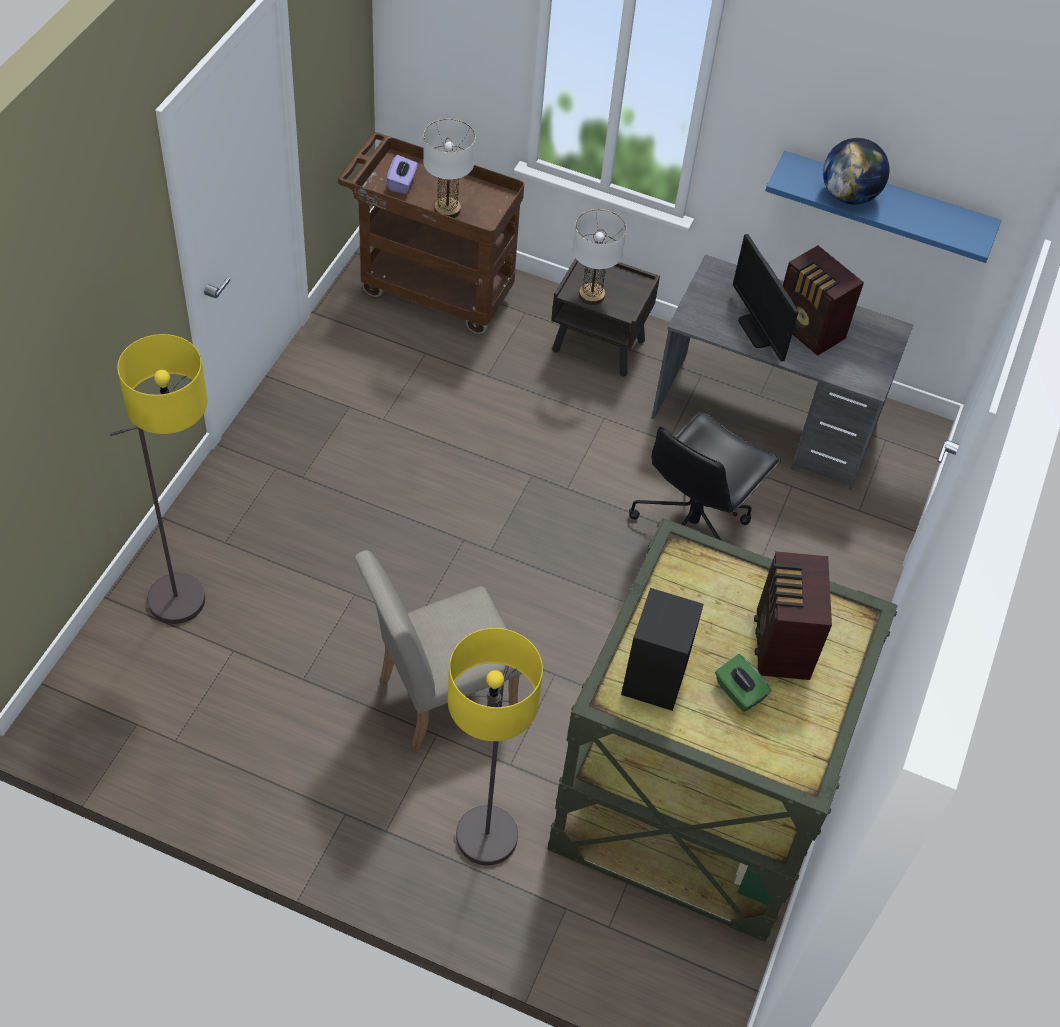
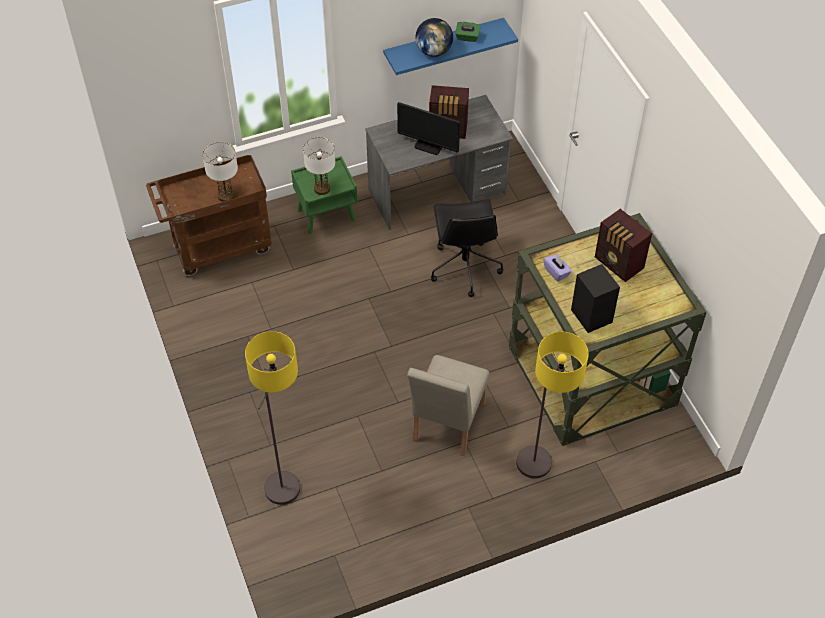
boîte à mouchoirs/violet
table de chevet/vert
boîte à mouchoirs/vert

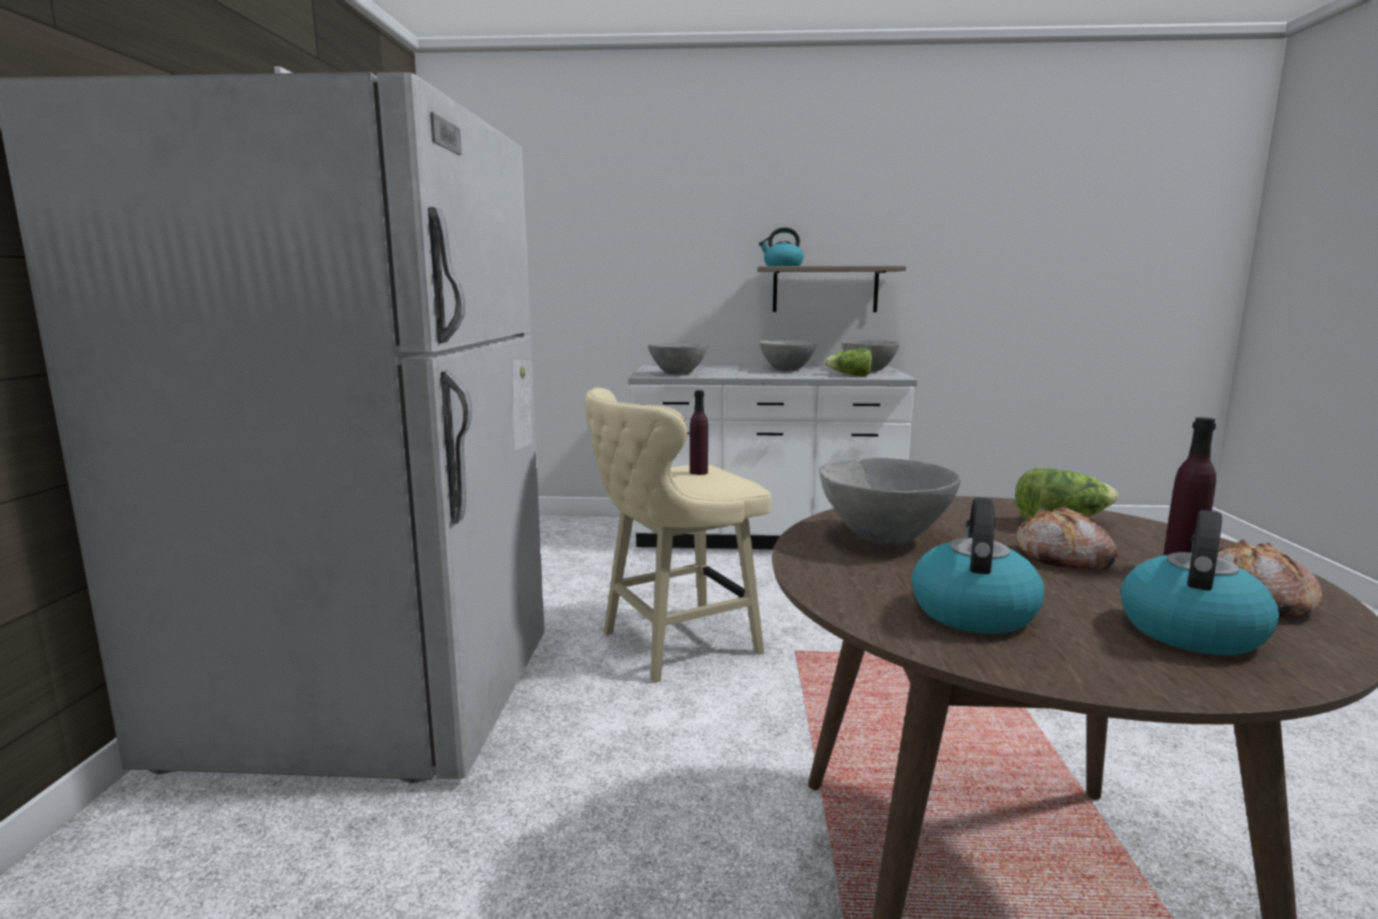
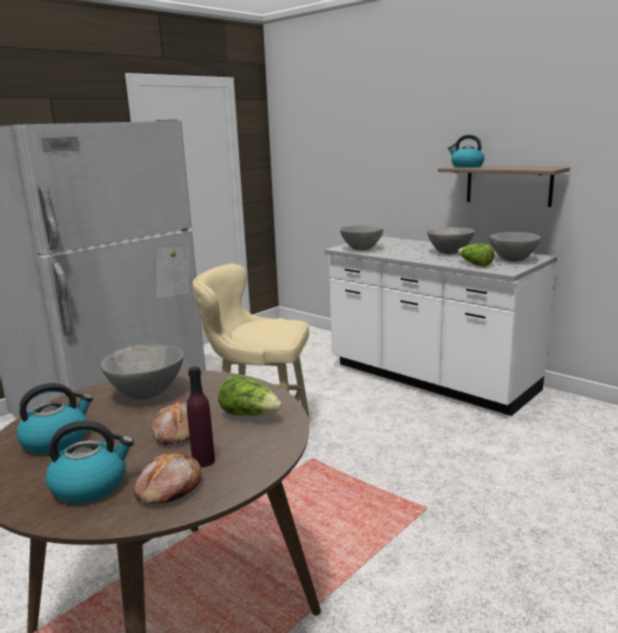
bouteille/violet (1st from left in the first image)

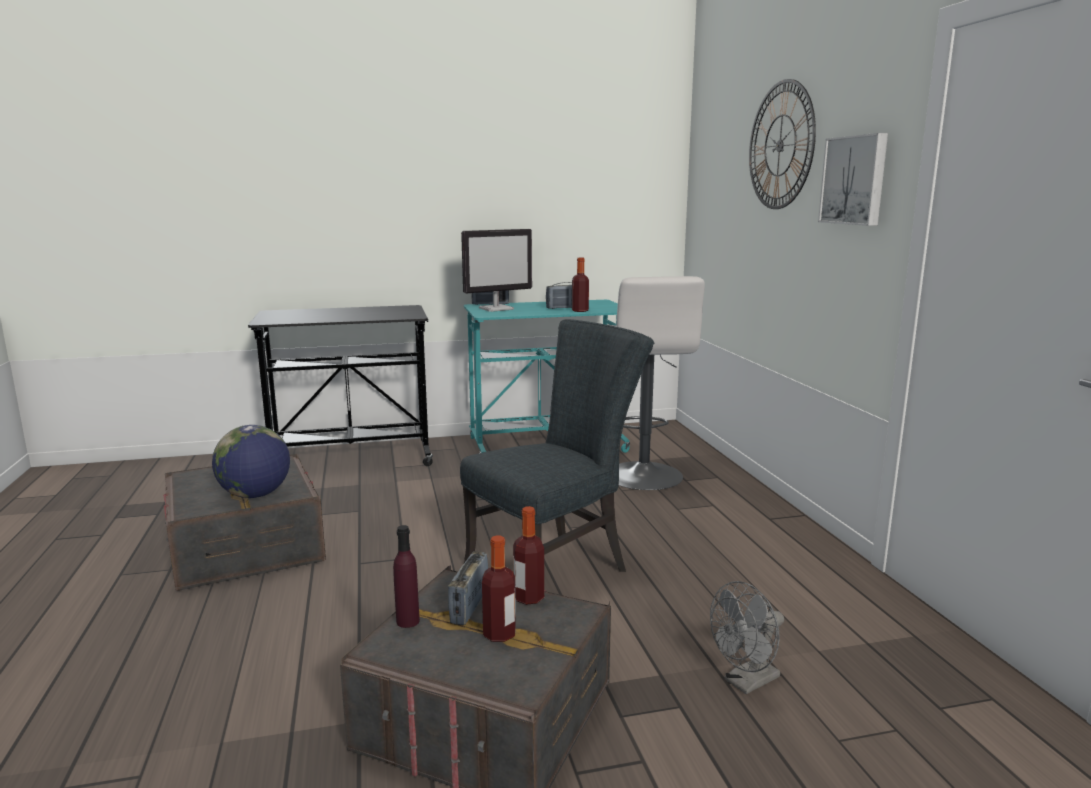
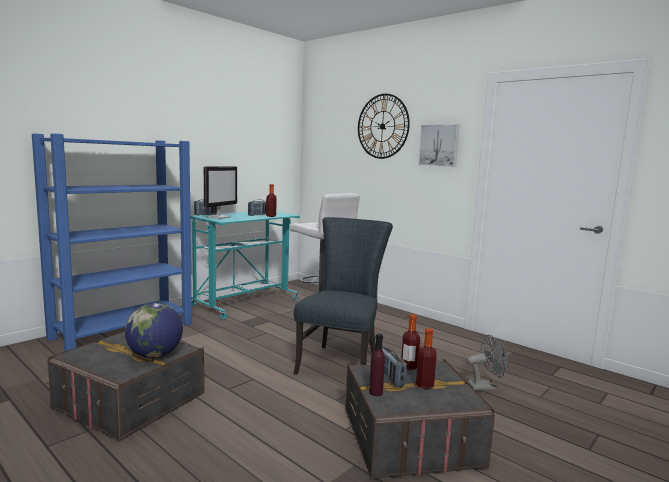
bibliothèque/bleu
ventilateur/gris

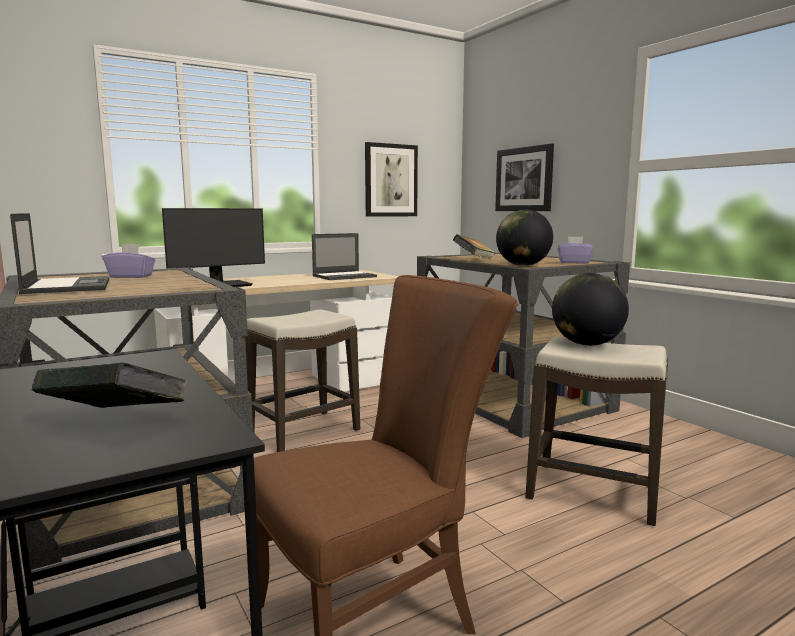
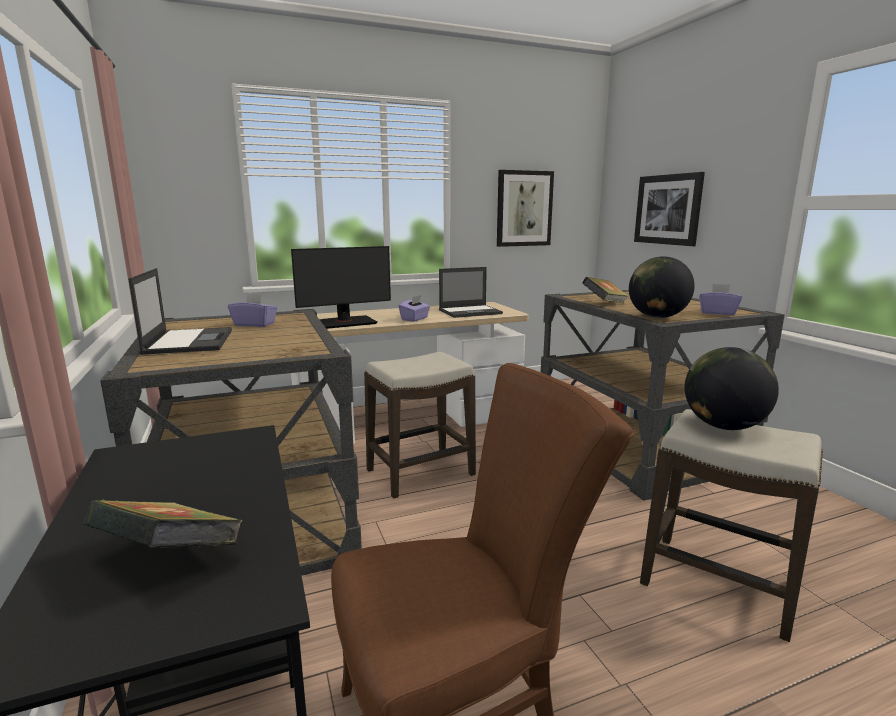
boîte à mouchoirs/violet (2nd from left)

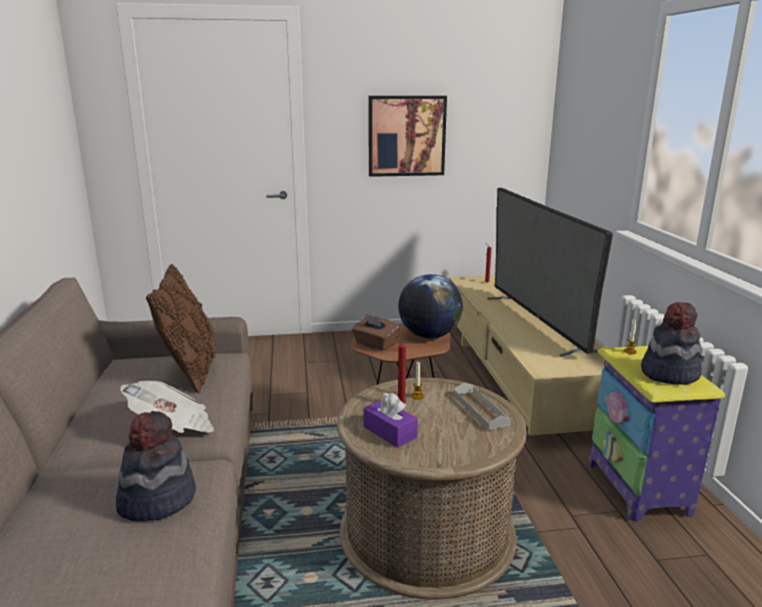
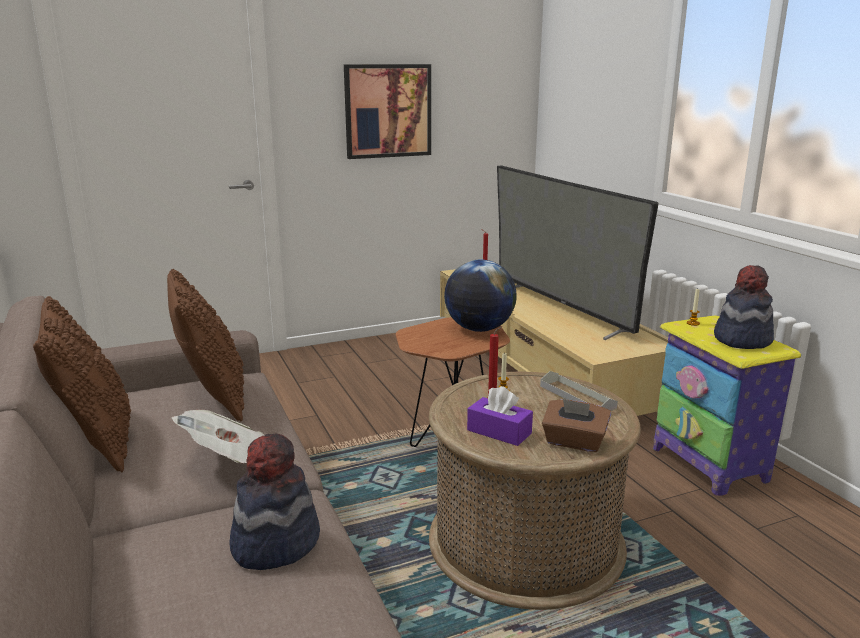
boîte à mouchoirs/marron
coussin/marron (1st from left)

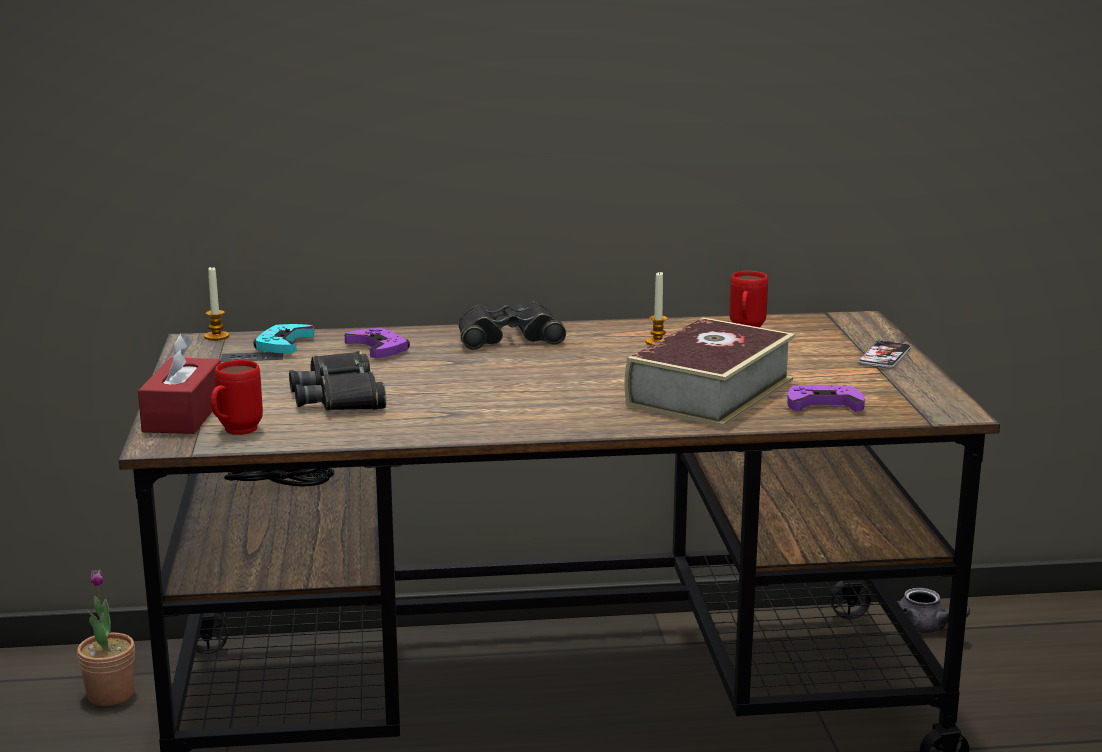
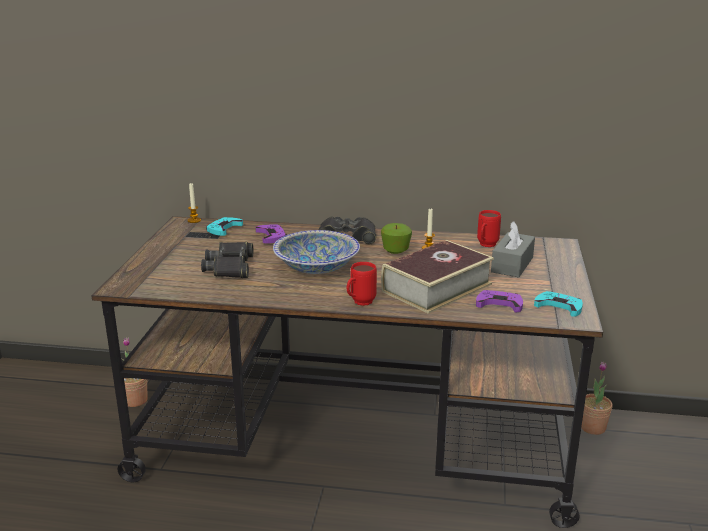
boîte à mouchoirs/rouge
téléphone
mug/rouge (1st from left)
plante en pot (2nd from left)
boîte à mouchoirs/gris
pomme
bol
manette/turquoise (2nd from left)

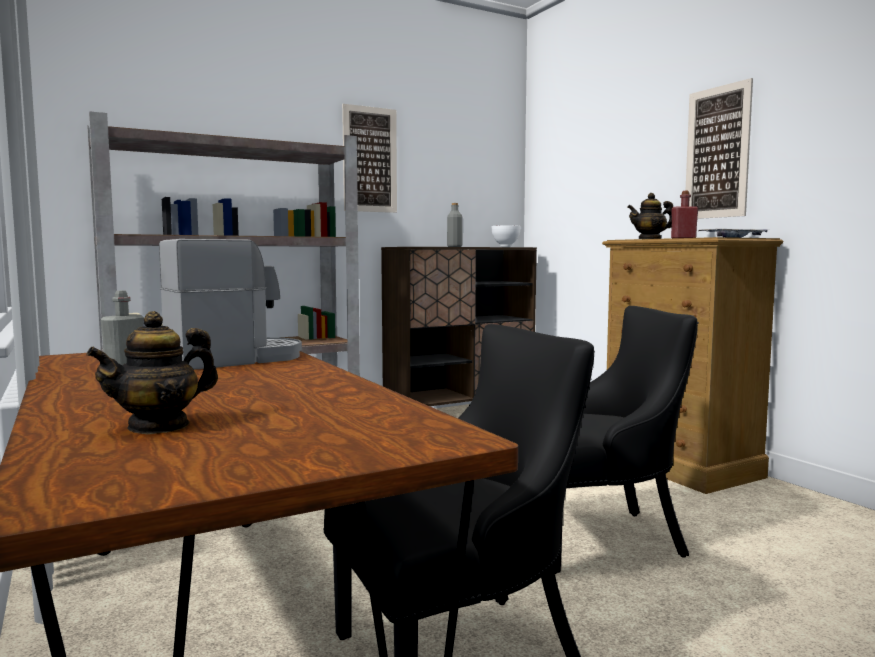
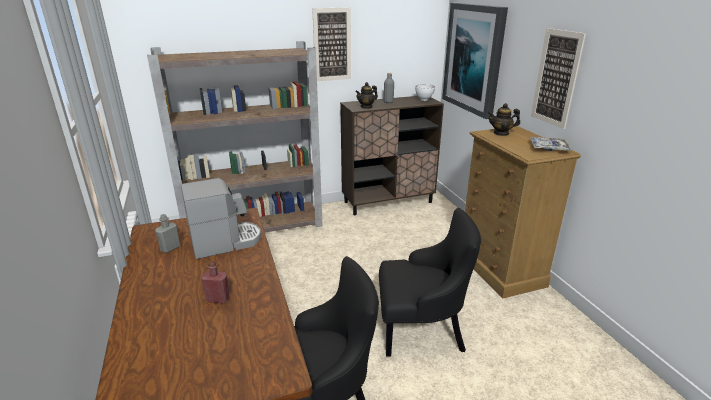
bouteille/rouge
théière (1st from left)
tableau (2nd from left)

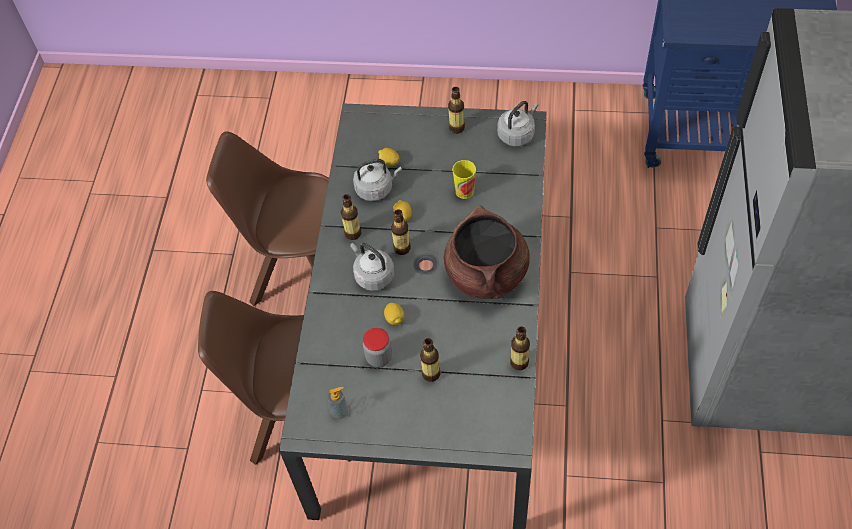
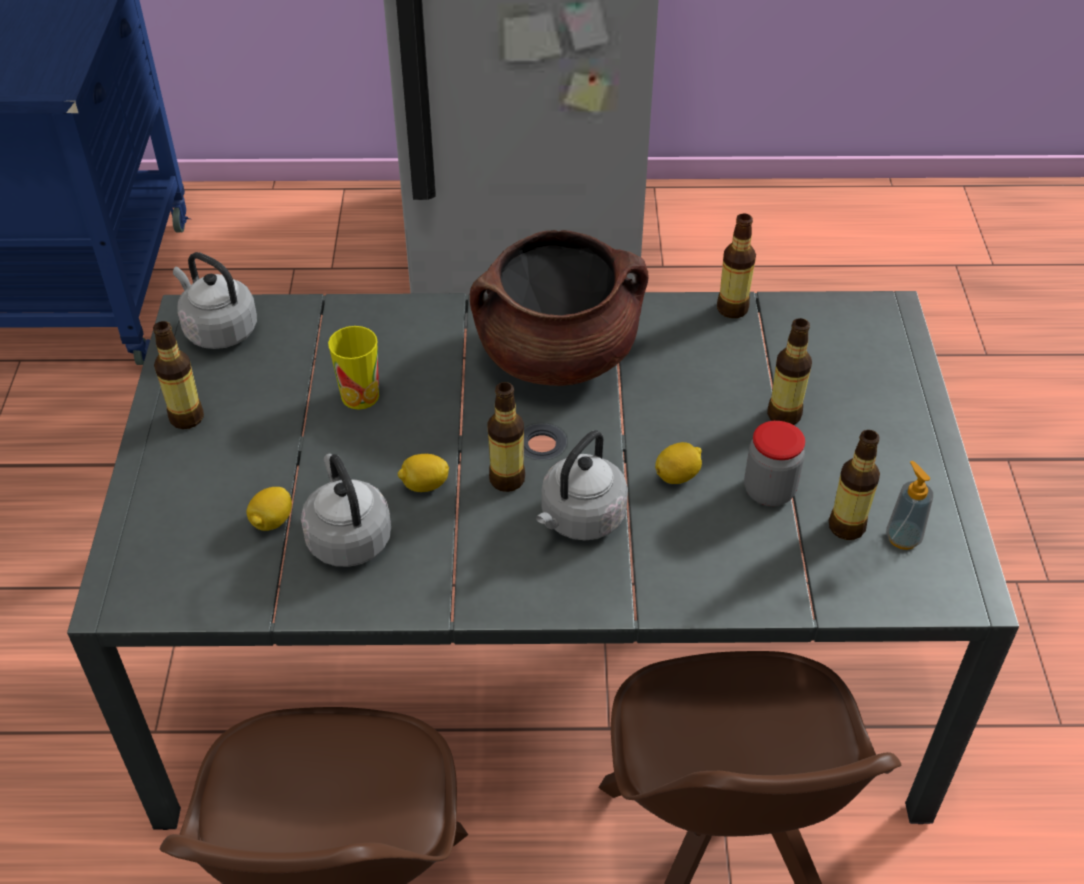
bouteille (5th from left)

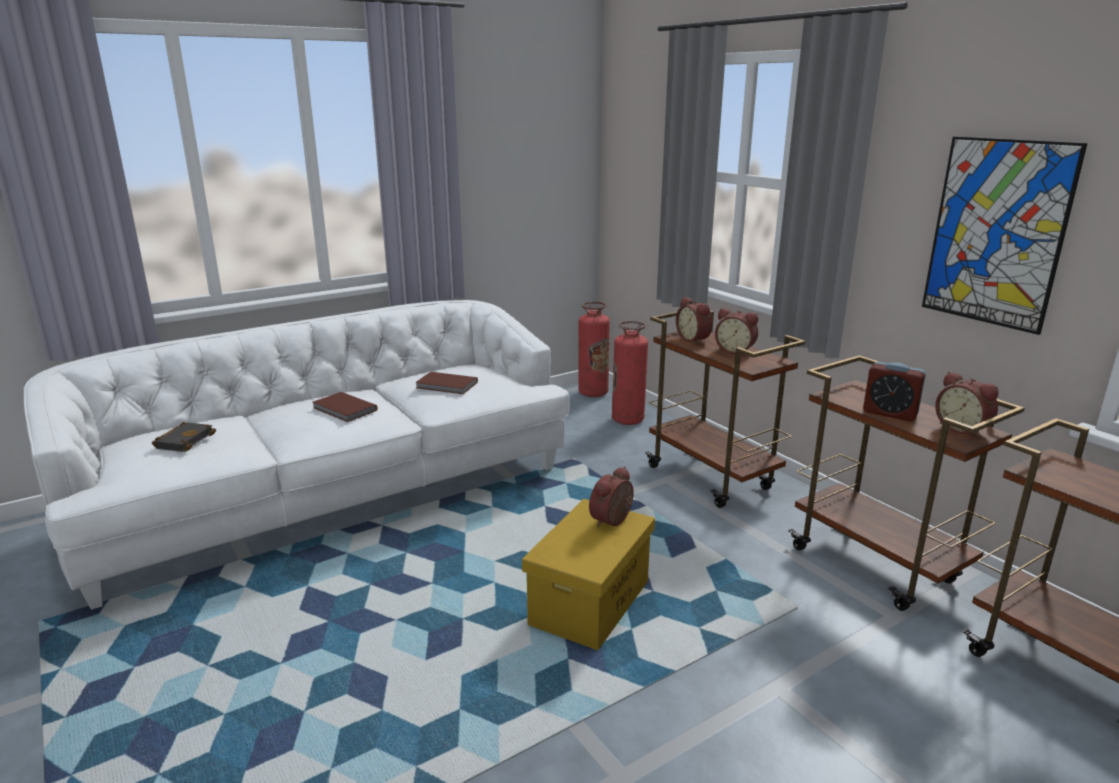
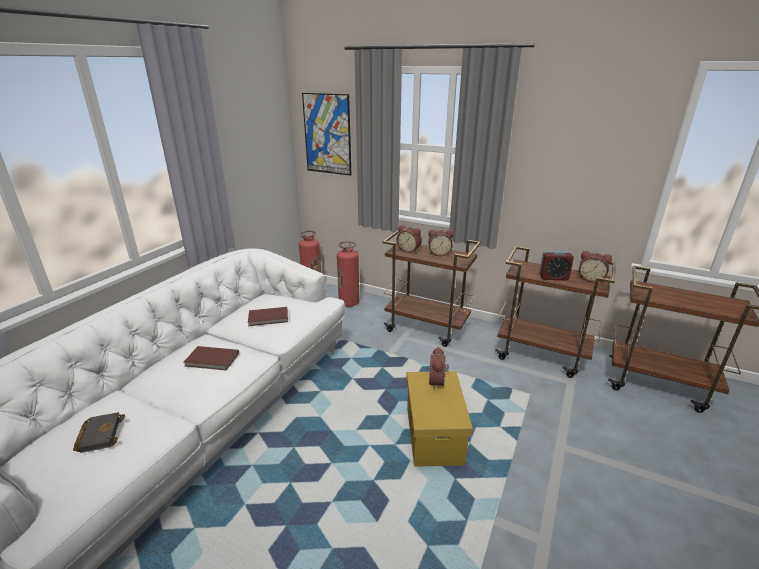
tableau

